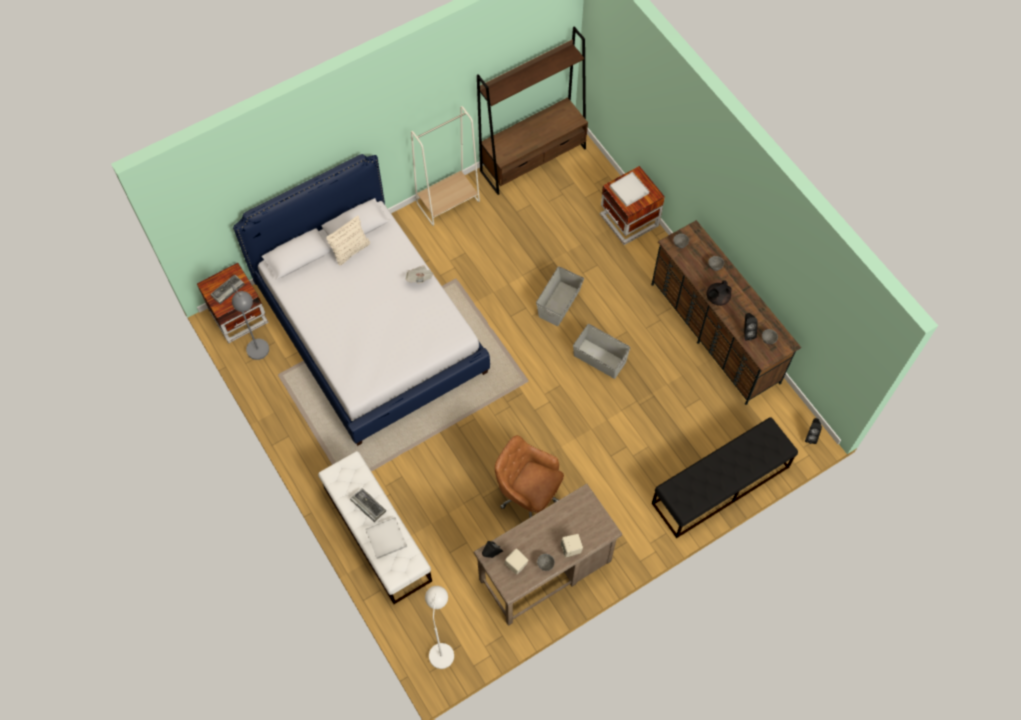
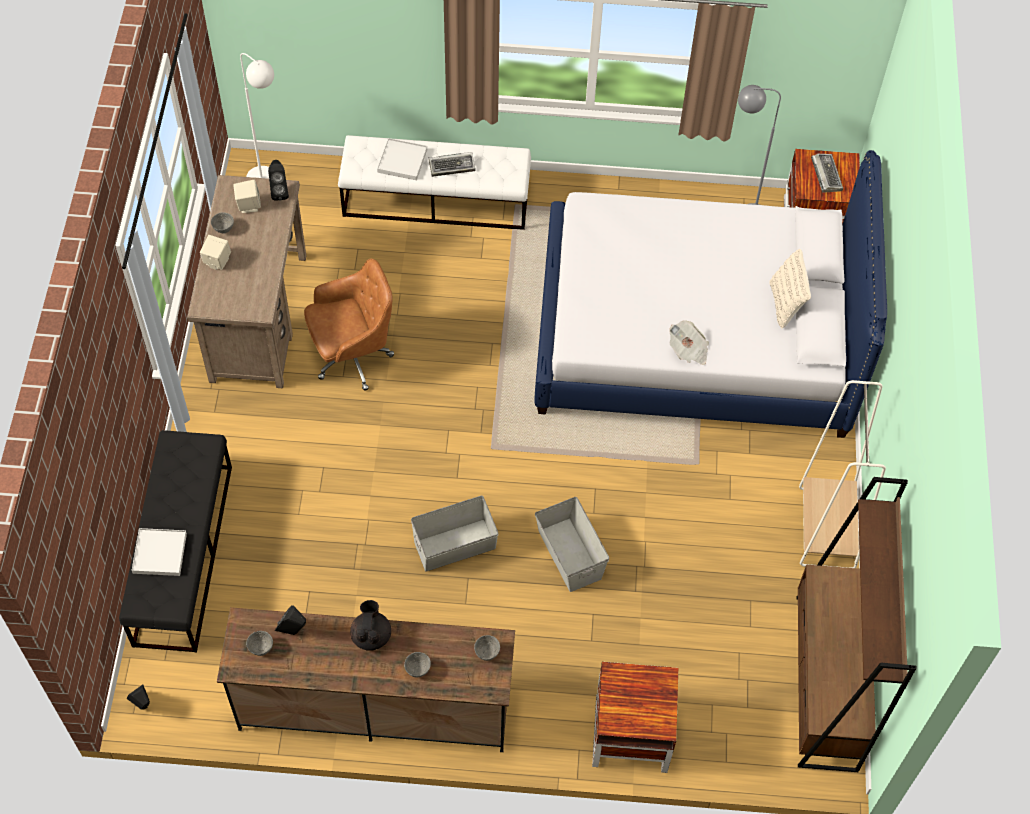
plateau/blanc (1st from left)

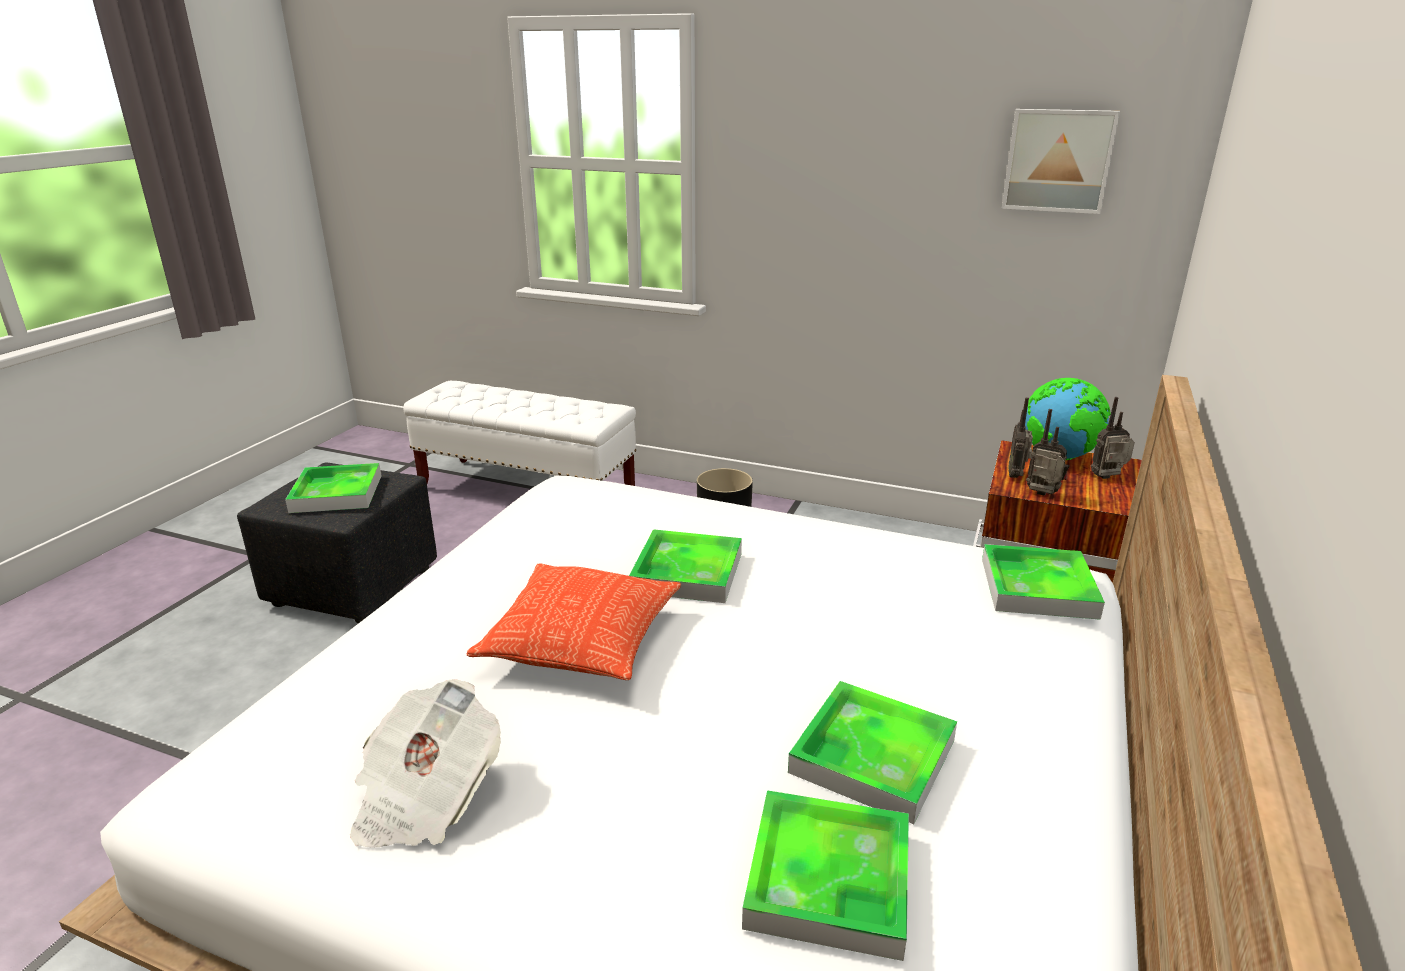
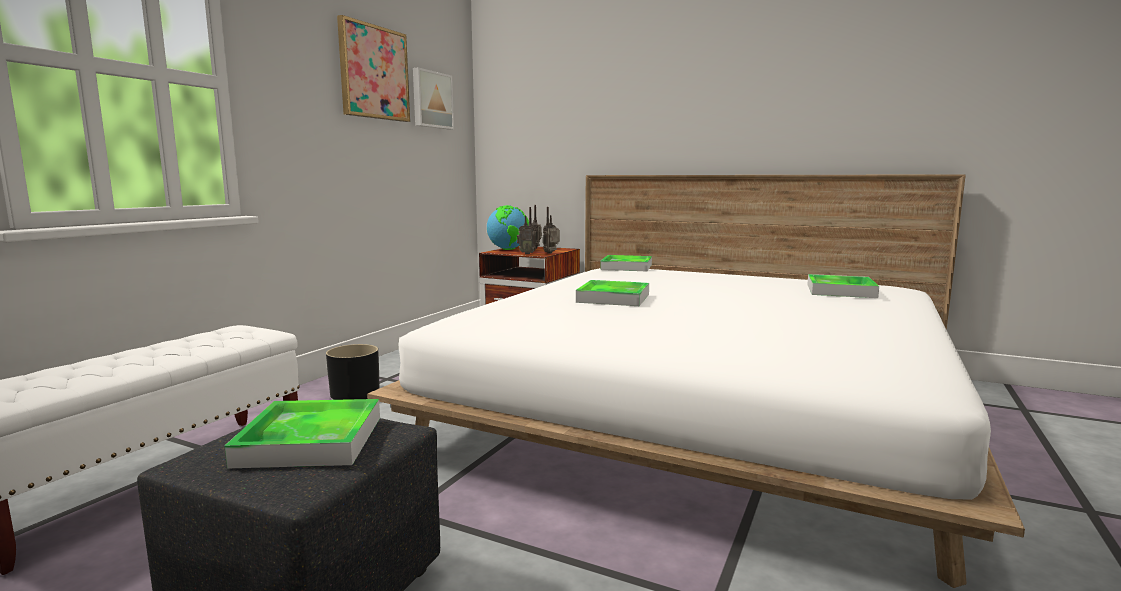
coussin/orange
journal
plateau (4th from left in the first image)
tableau (1st from left)

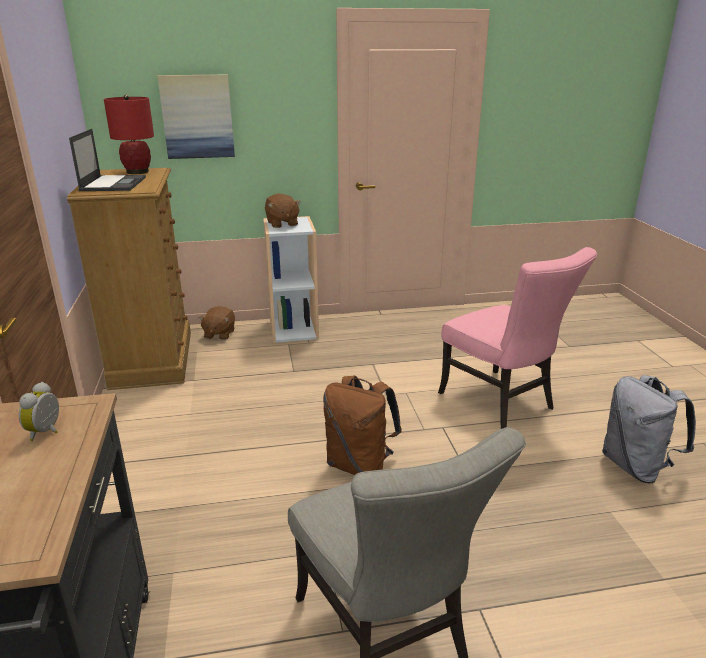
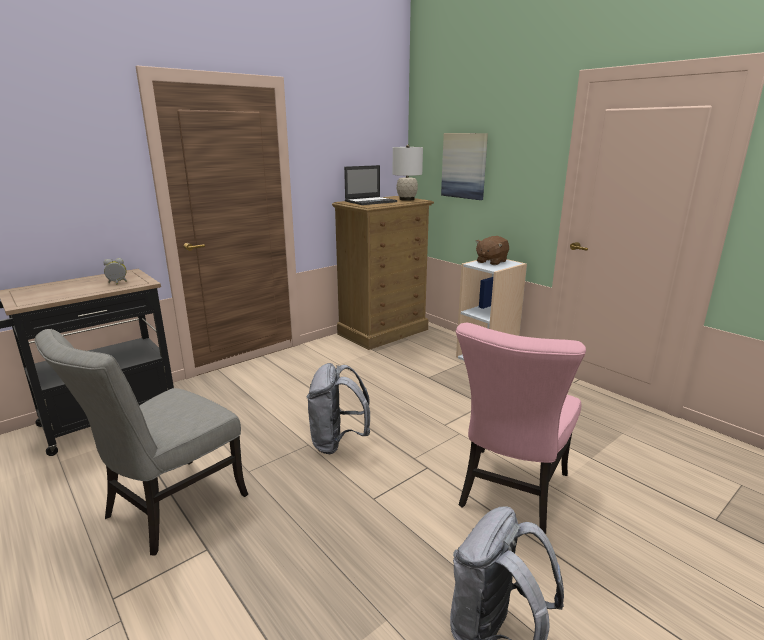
lampe de table/blanc
peluche/marron (1st from left in the first image)
sac à dos/gris (1st from left)

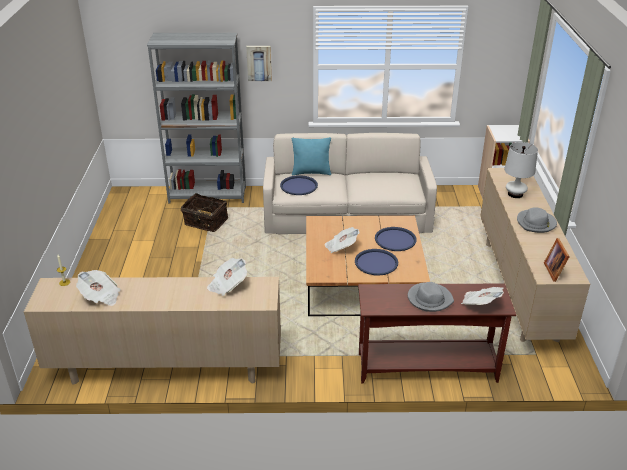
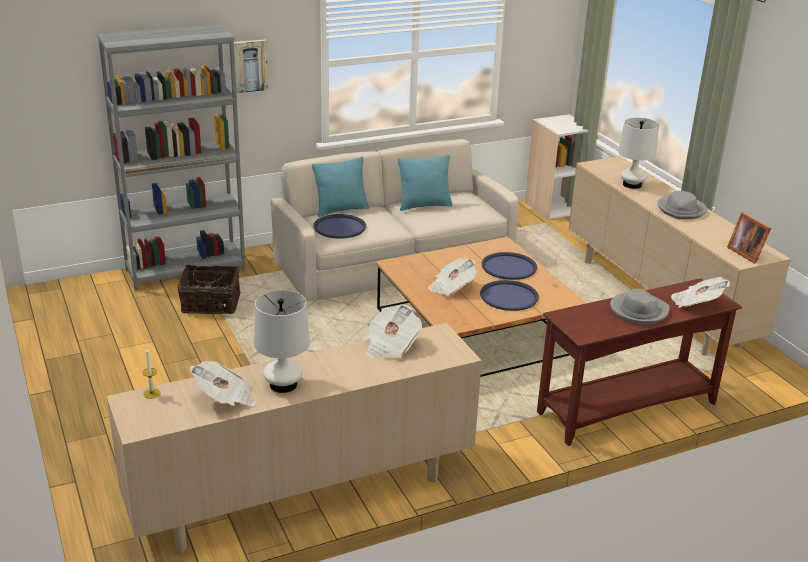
coussin/turquoise (2nd from left)
lampe de table/blanc (1st from left)

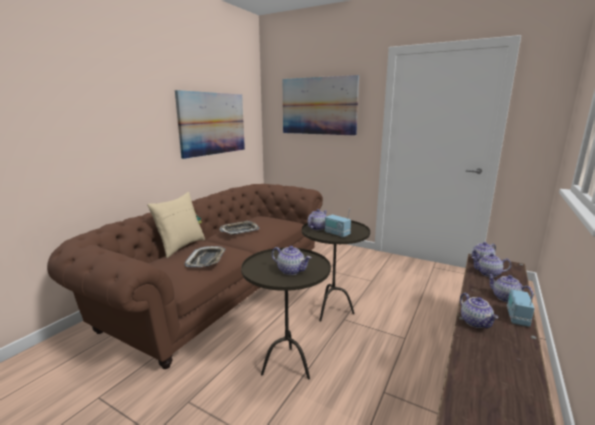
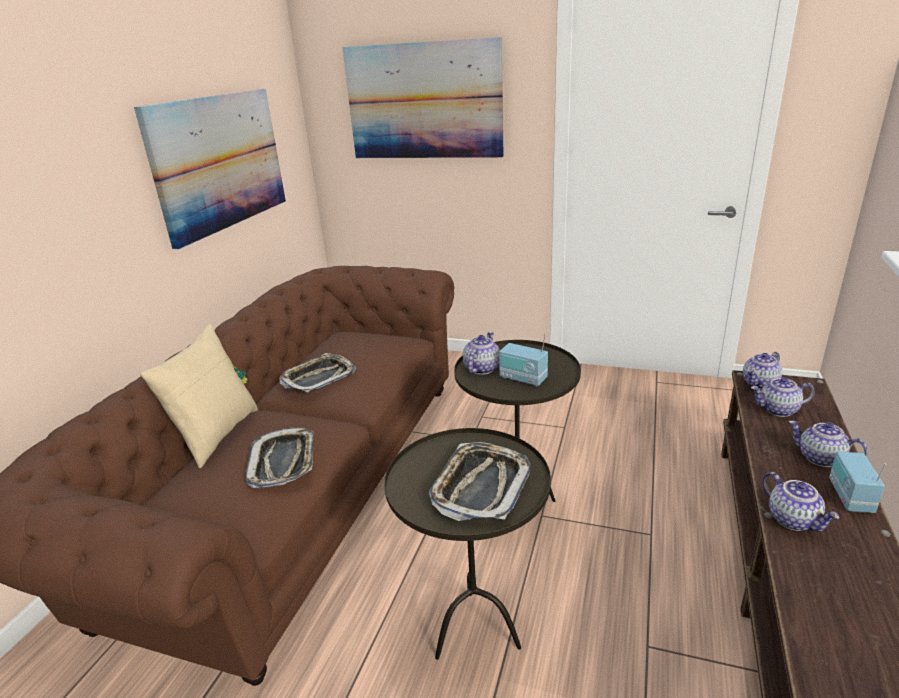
plateau (3rd from left)

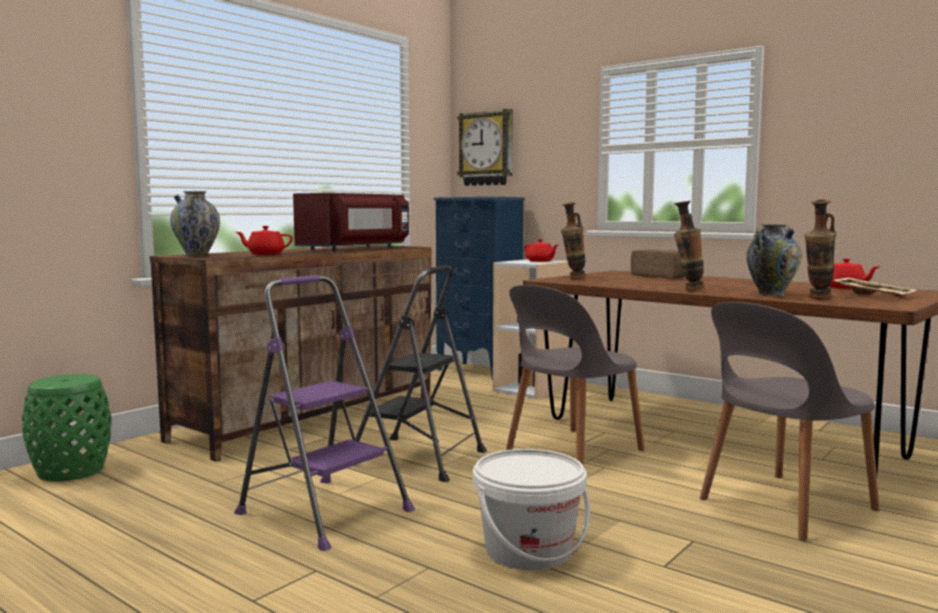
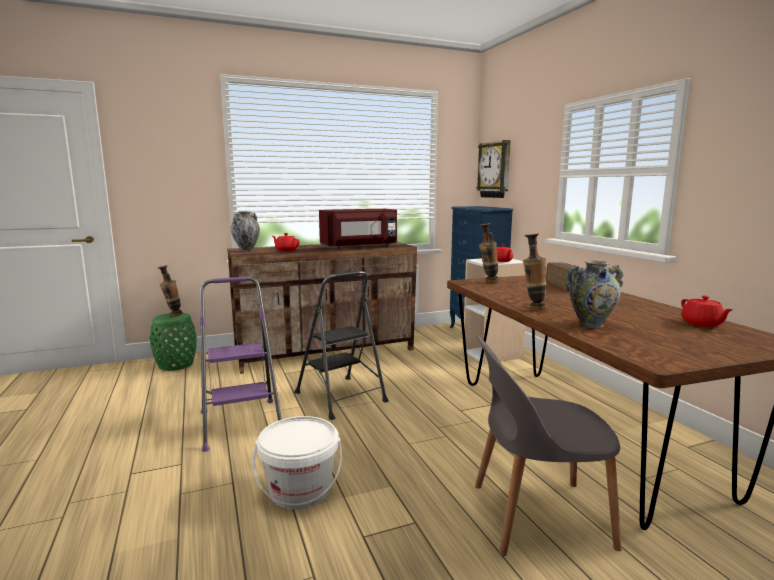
vase (1st from left)
plateau/beige
chaise/gris (1st from left in the first image)

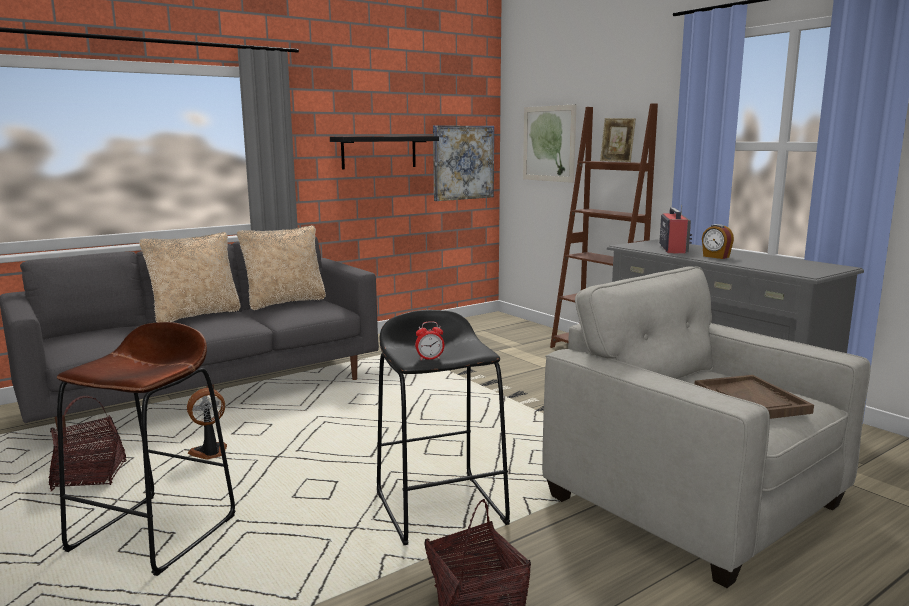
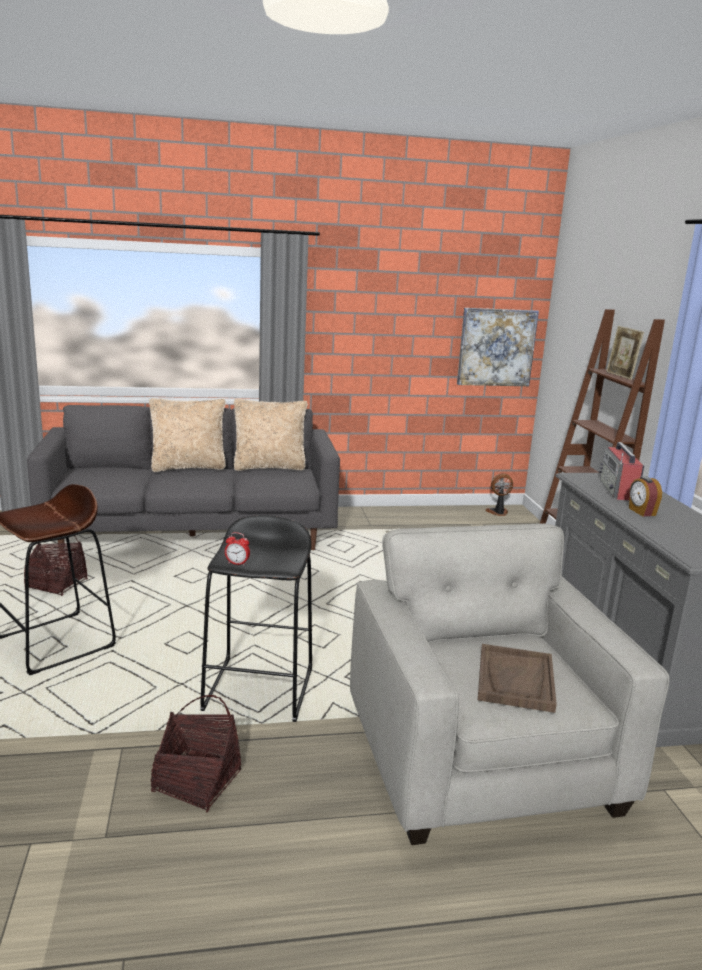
tableau (2nd from left in the first image)
étagère/noir
radio
ventilateur

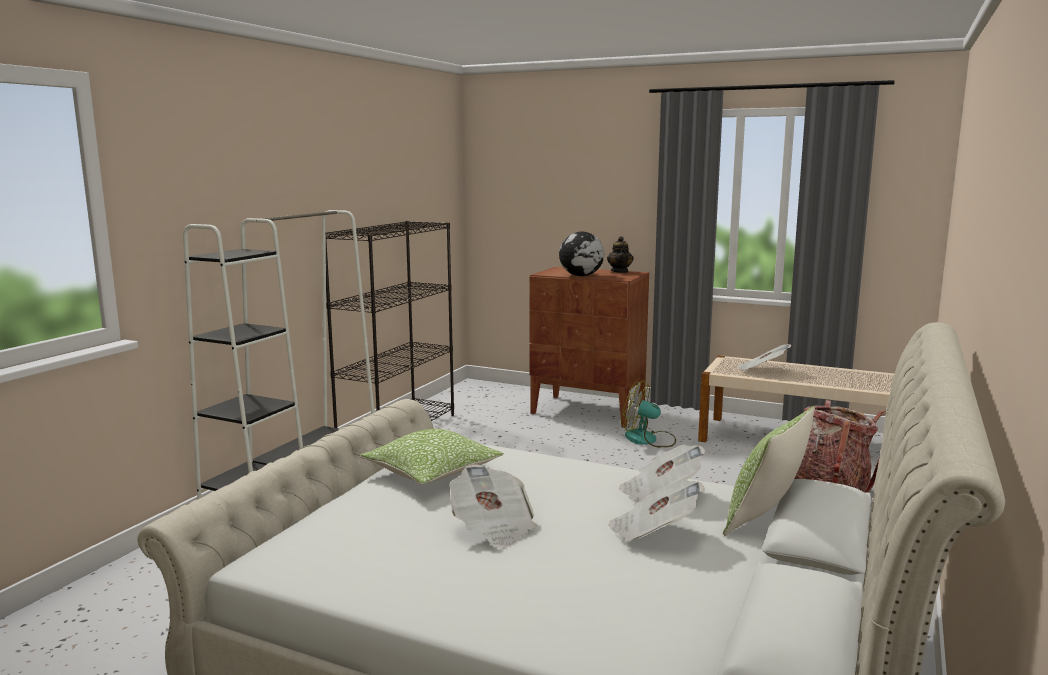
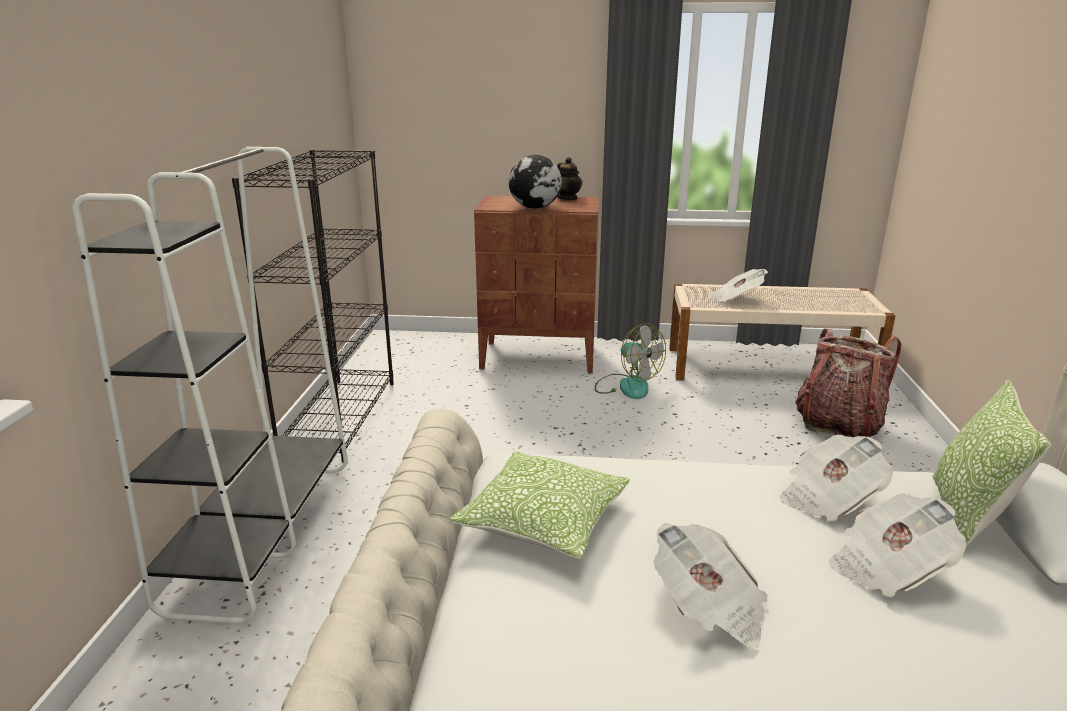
ventilateur

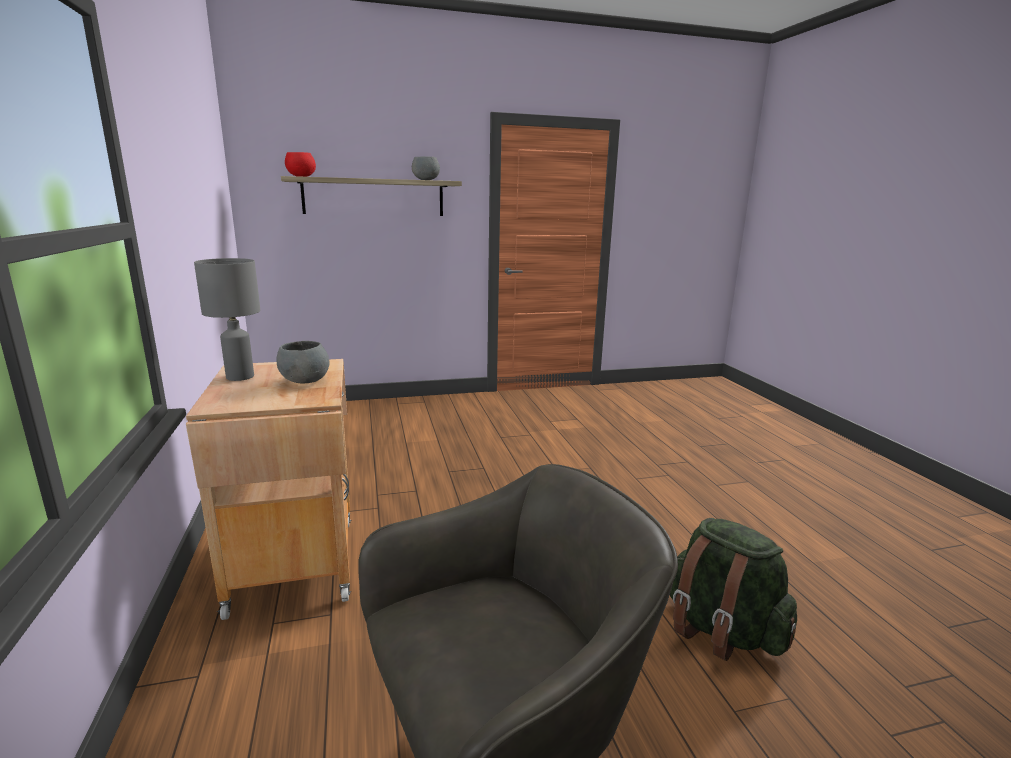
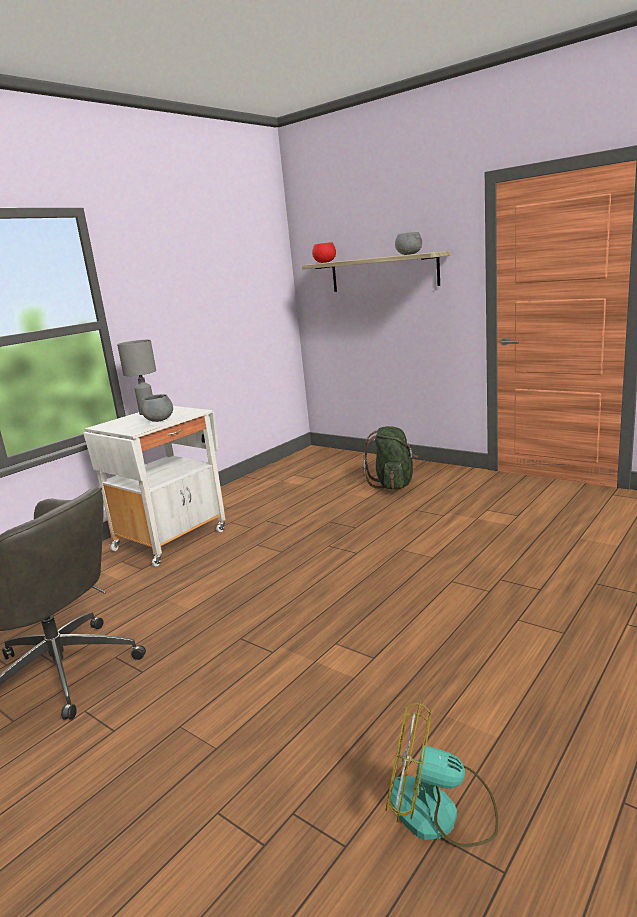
chariot/blanc
sac à dos/vert
ventilateur

